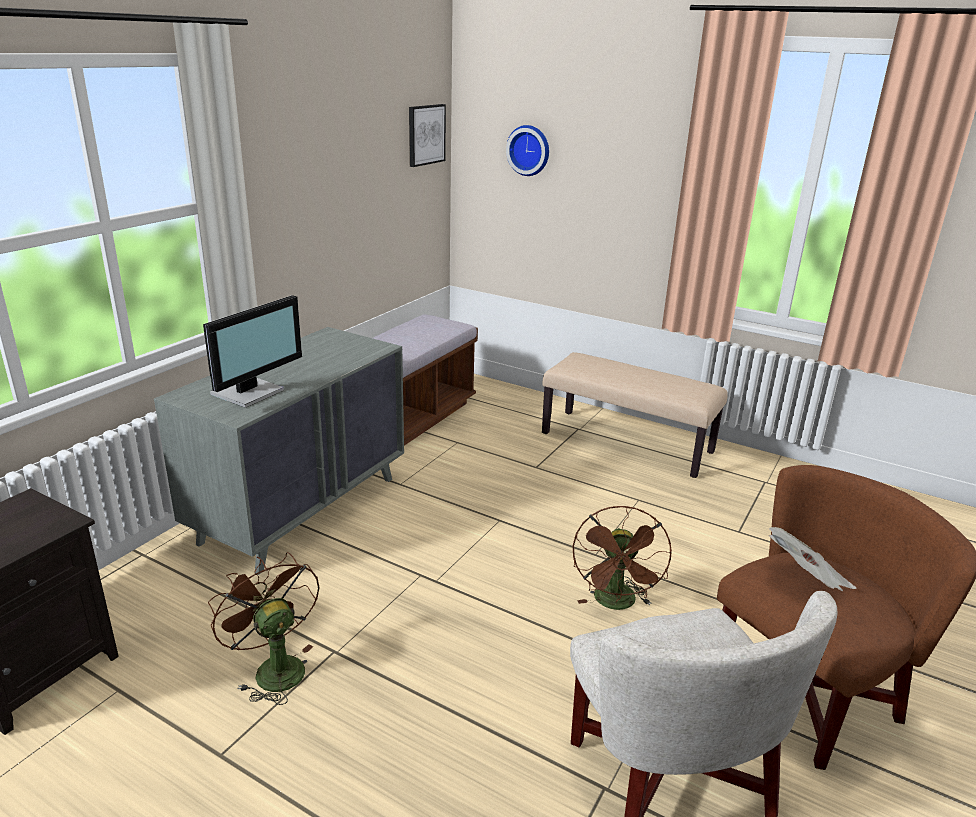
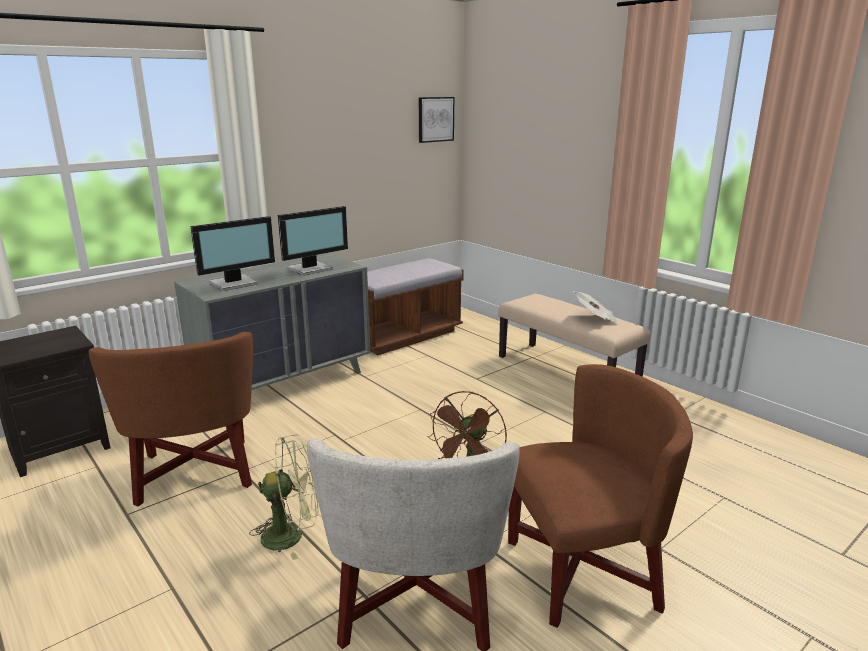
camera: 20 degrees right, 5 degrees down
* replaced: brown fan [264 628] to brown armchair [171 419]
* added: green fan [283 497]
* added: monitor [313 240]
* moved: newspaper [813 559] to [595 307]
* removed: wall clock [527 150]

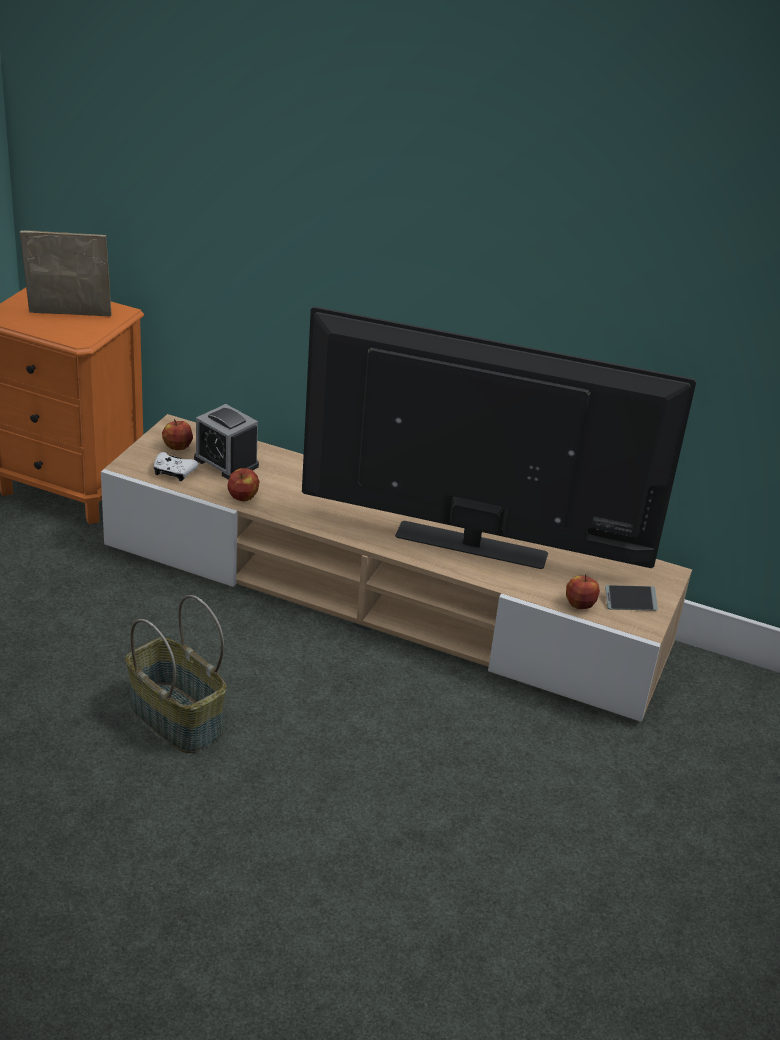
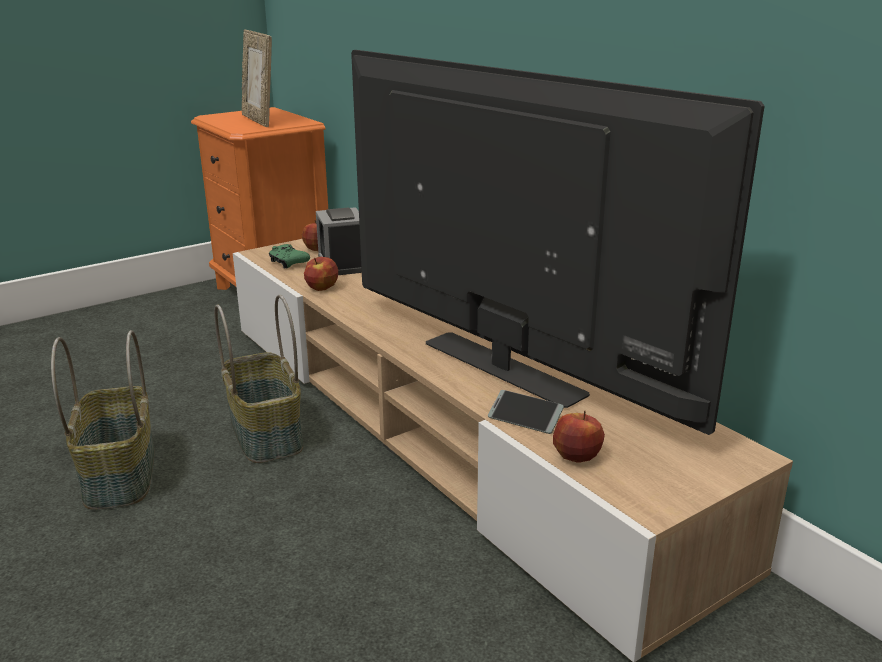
camera: 35 degrees right, 10 degrees down
* added: basket [258 379]
* turned: picture frame [66 273] = [257 78] 150 degrees counterclockwise
* recoloured: white game controller [176 466] to green game controller [289 256]
* moved: phone [631 598] to [526 412]

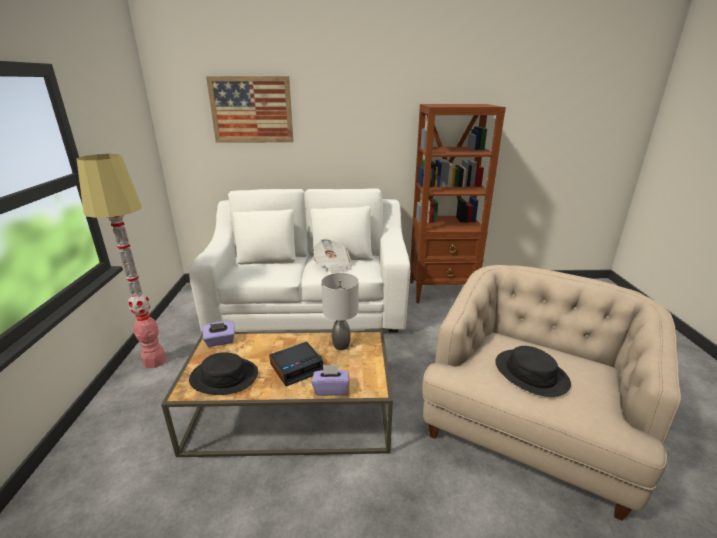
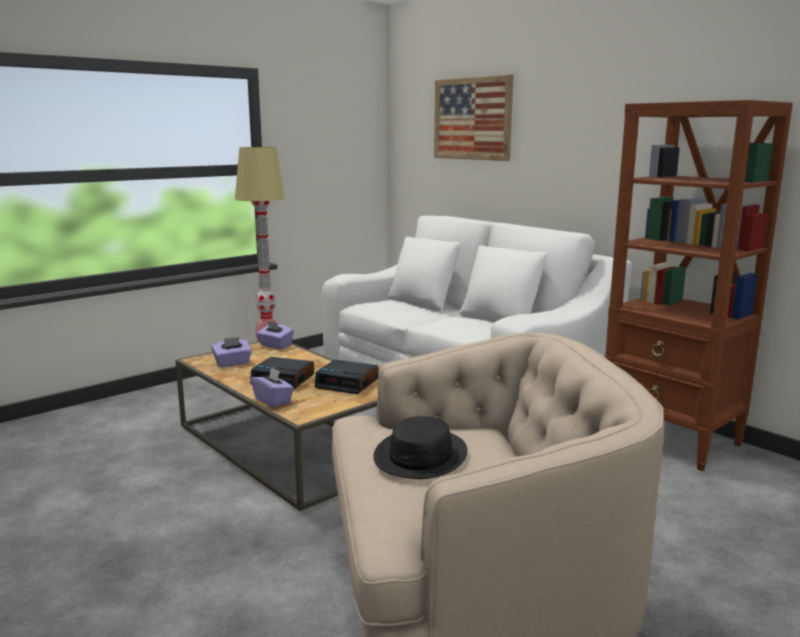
camera: 50 degrees right, 10 degrees down
* replaced: black hat [223 373] to purple tissue box [231 352]
* replaced: grey table lamp [340 311] to alarm clock [346 377]
* removed: newspaper [332 256]

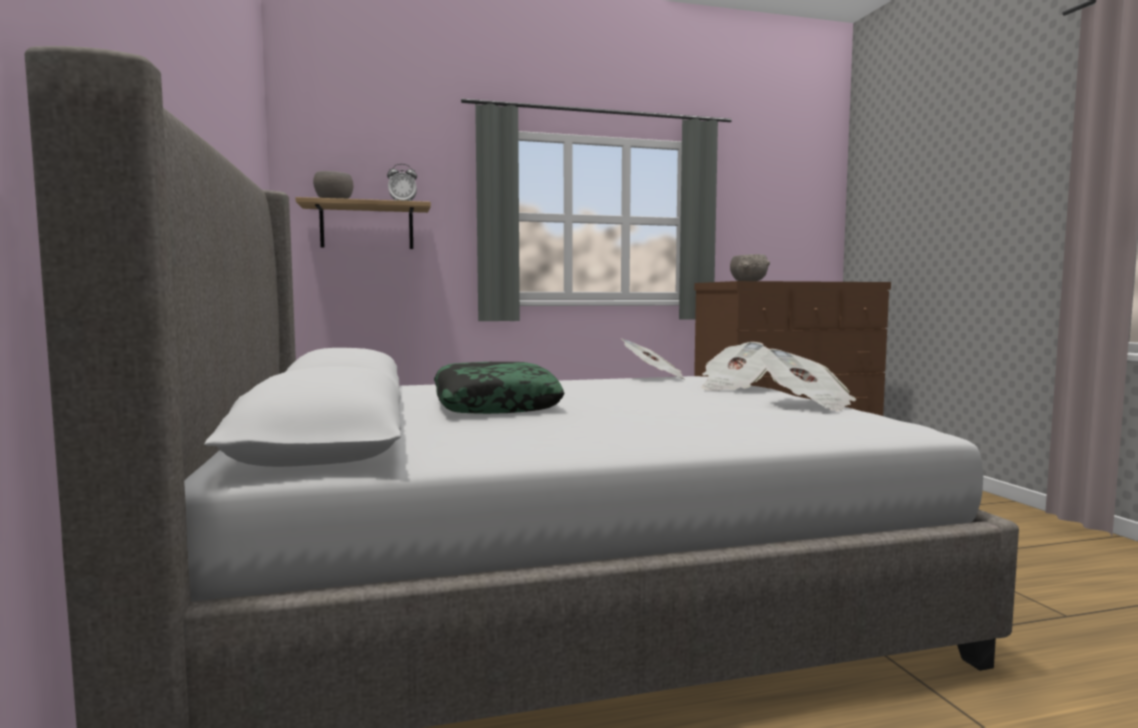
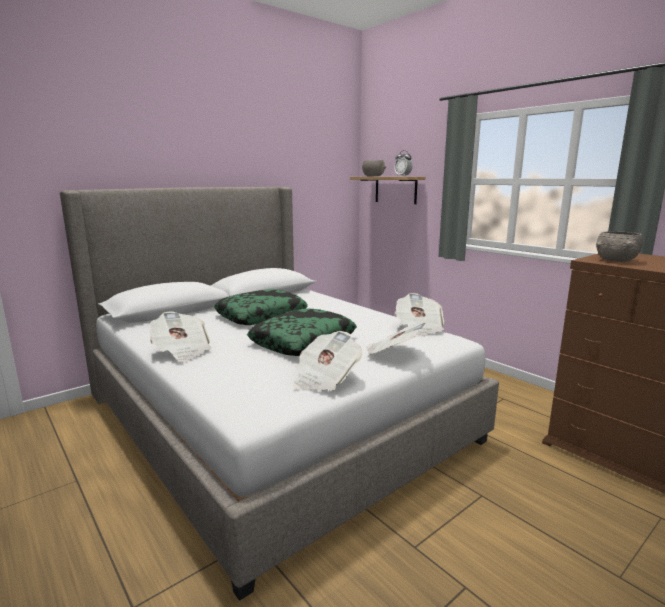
camera: 65 degrees right, 10 degrees up
* added: newspaper [180 336]
* added: pillow [302 332]

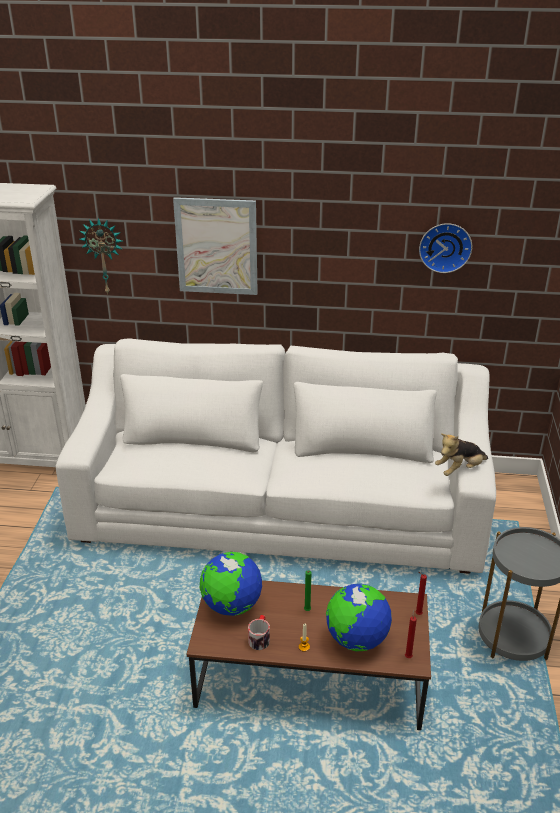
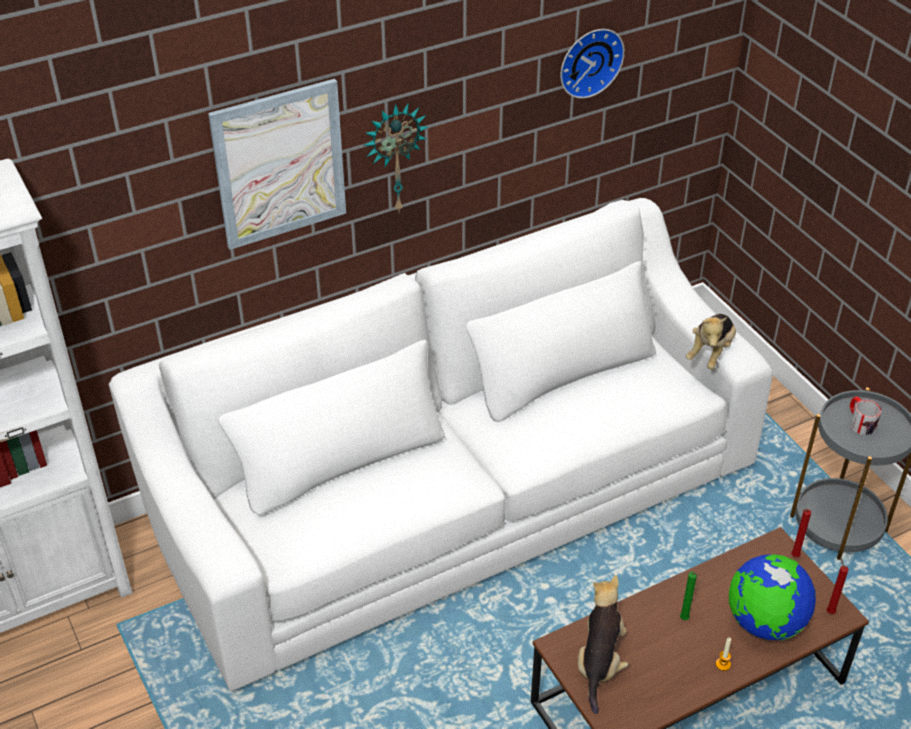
camera: 35 degrees left, 10 degrees up
* moved: wall clock [100 256] to [396 157]
* replaced: globe [231 584] to plush toy [603 644]
* moved: mug [259 632] to [866 415]

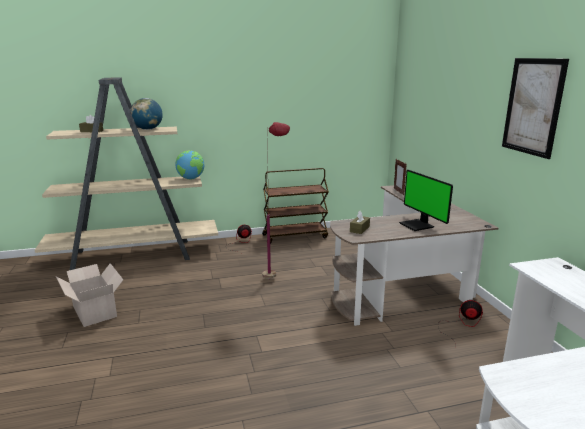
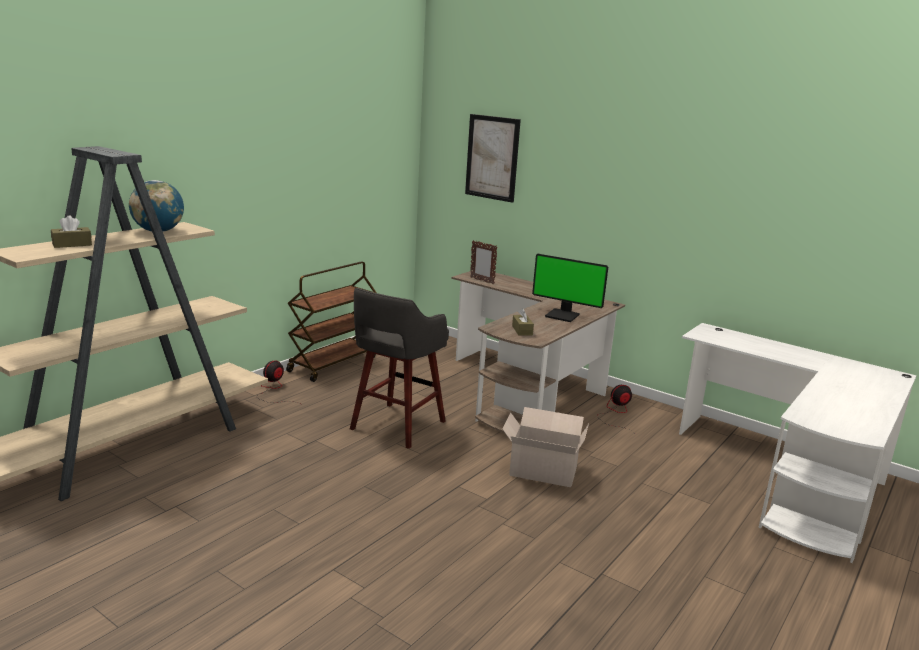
camera: 40 degrees left, 0 degrees up
* replaced: red floor lamp [276 200] to grey stool [399 368]
* moved: picture [535 108] to [493 158]
* moved: cardboard box [89 295] to [545 447]
* removed: globe [189 164]

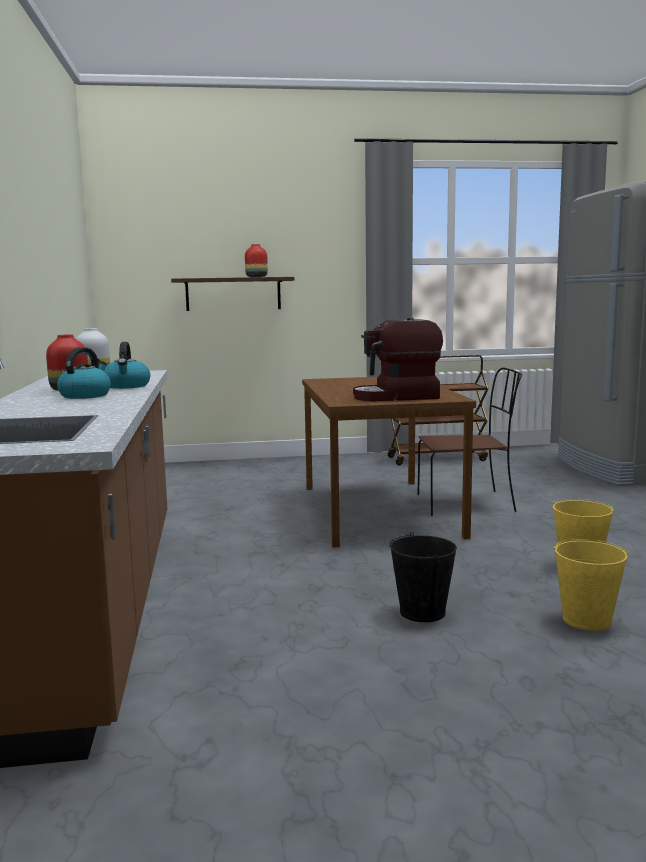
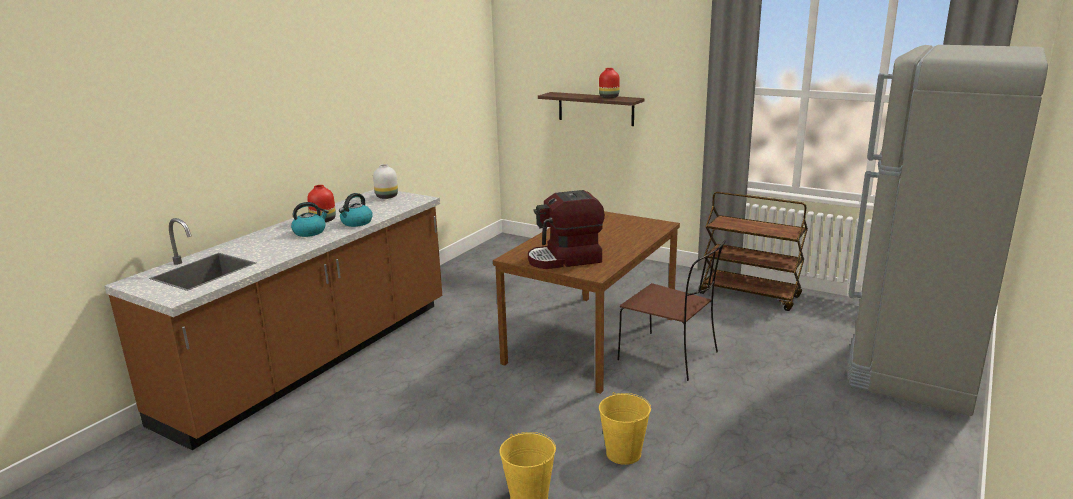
camera: 40 degrees right, 10 degrees up
* turned: coffee machine [398 360] = [566 229] 45 degrees counterclockwise
* removed: black bucket [423 577]

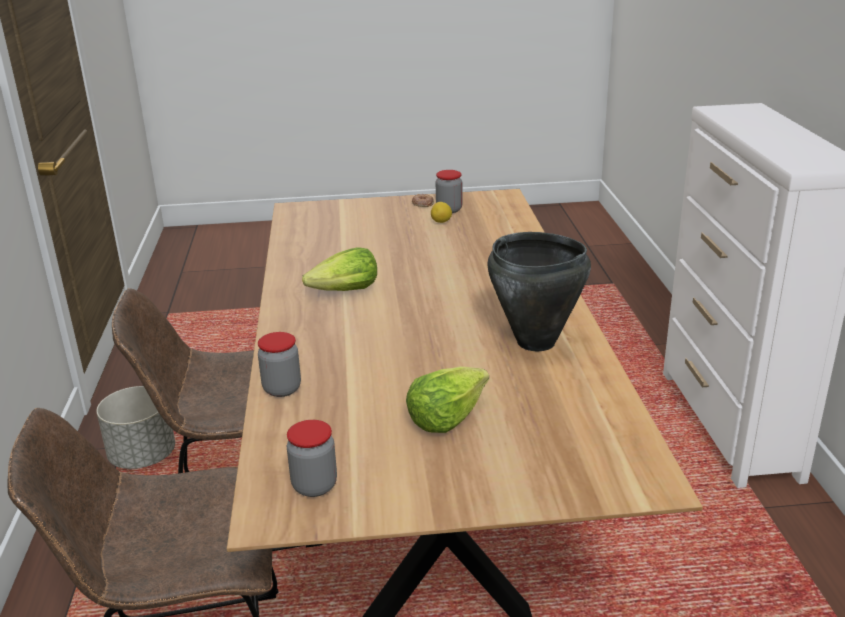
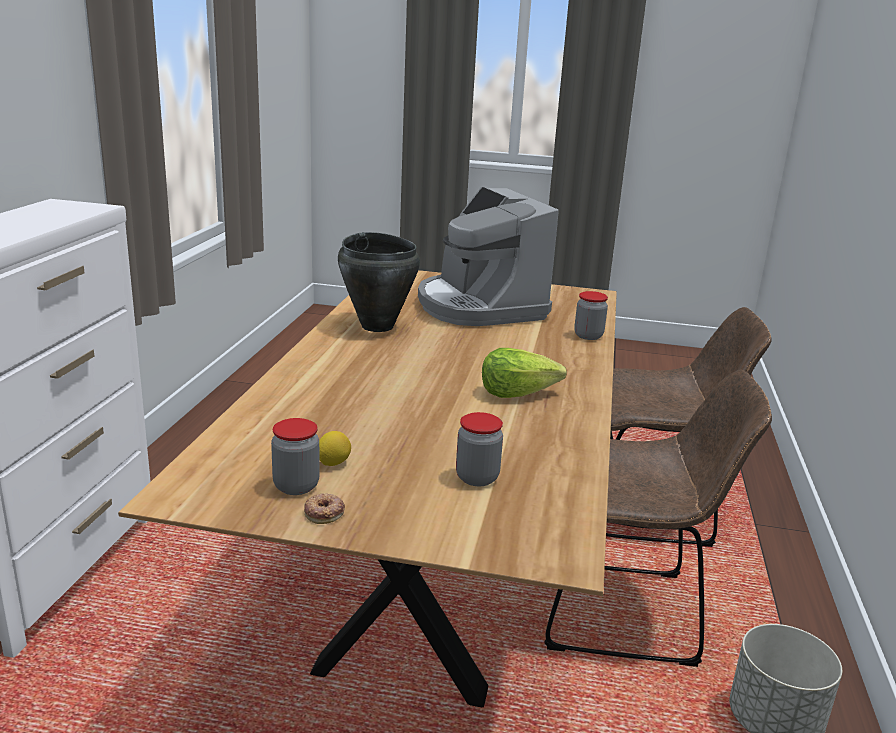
camera: 165 degrees left, 5 degrees down
* replaced: lettuce [447 399] to coffee machine [488 256]
* moved: jar [312 458] to [479 449]

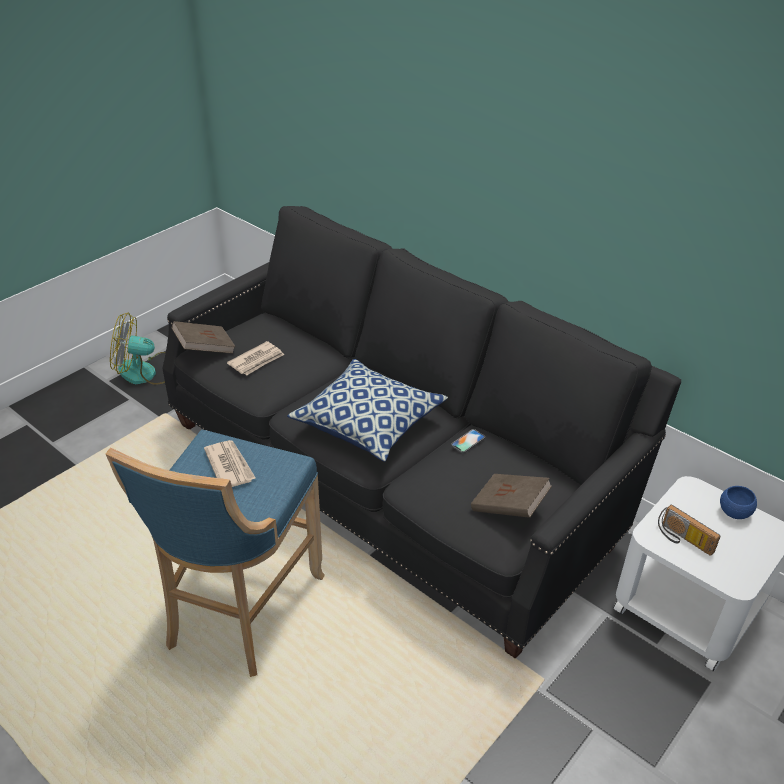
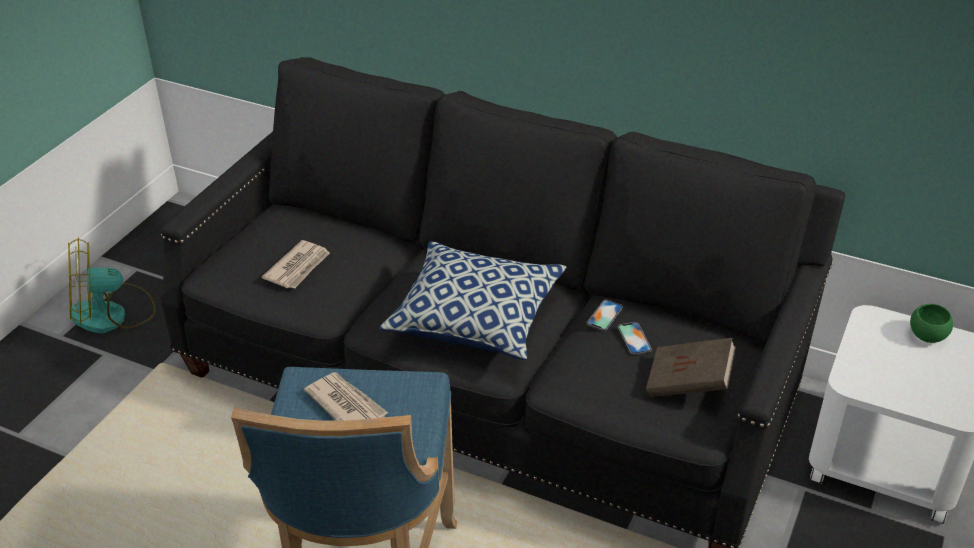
camera: 15 degrees left, 0 degrees up
* added: phone [635 338]
* recoloured: blue bowl [738 502] to green bowl [931 323]
* removed: brown book [204 337]
* removed: radio [689 530]

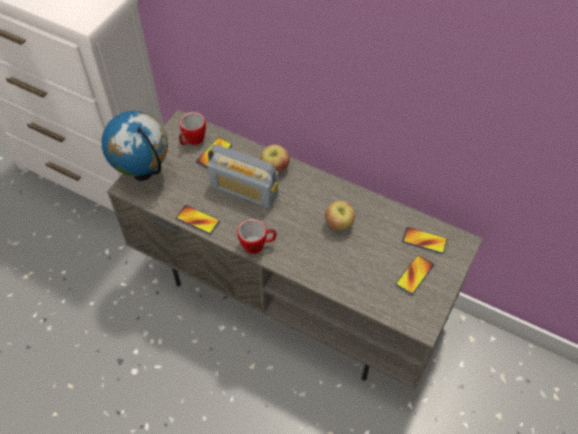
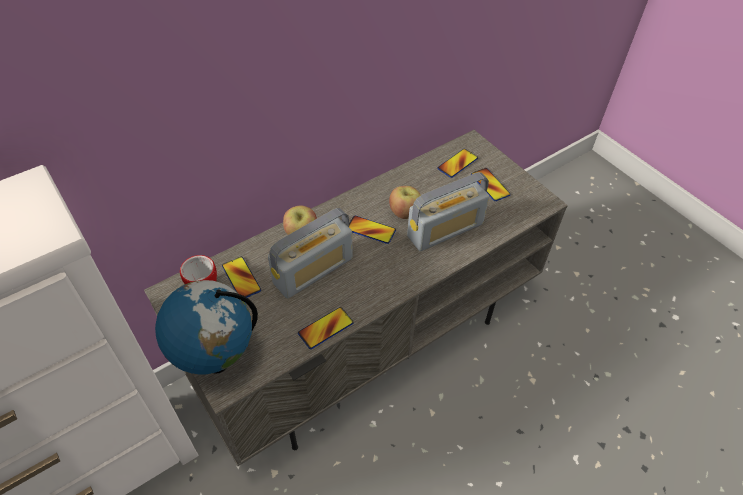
camera: 65 degrees left, 5 degrees down
* added: phone [372 230]
* added: radio [448 211]
* removed: mug [257 236]

